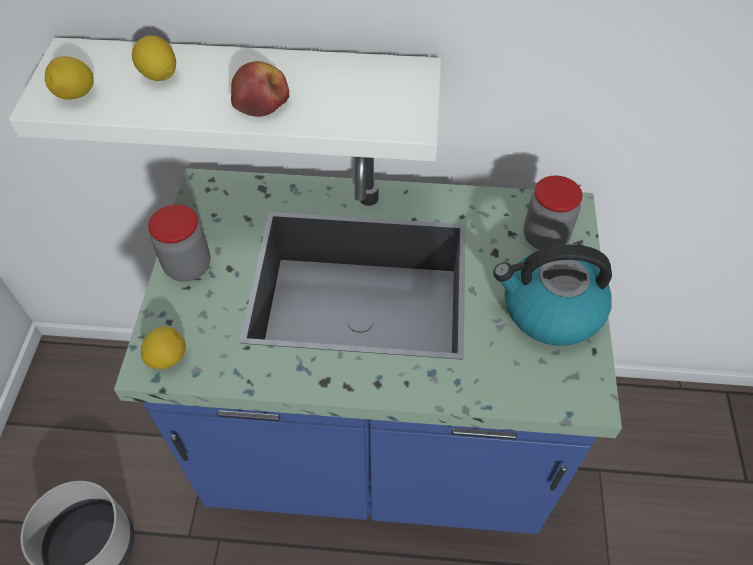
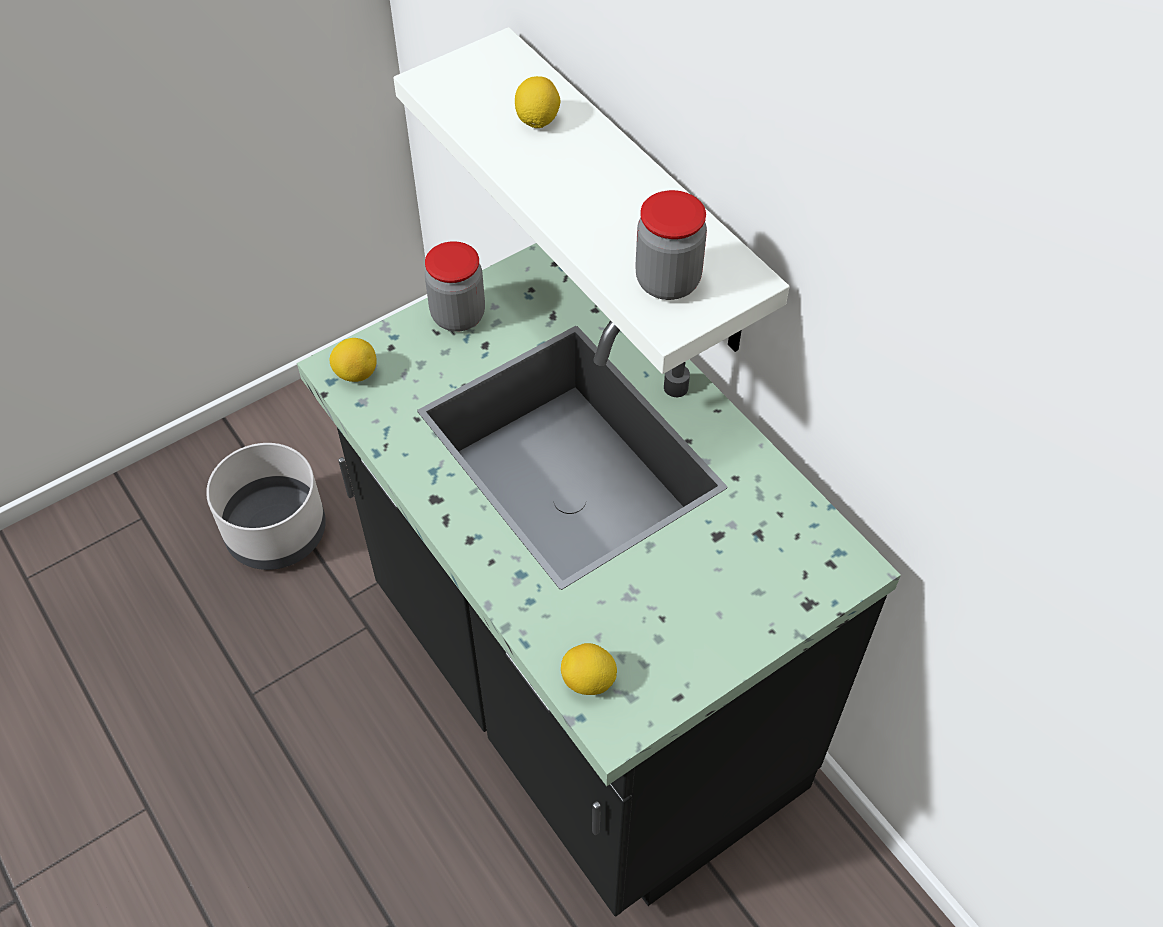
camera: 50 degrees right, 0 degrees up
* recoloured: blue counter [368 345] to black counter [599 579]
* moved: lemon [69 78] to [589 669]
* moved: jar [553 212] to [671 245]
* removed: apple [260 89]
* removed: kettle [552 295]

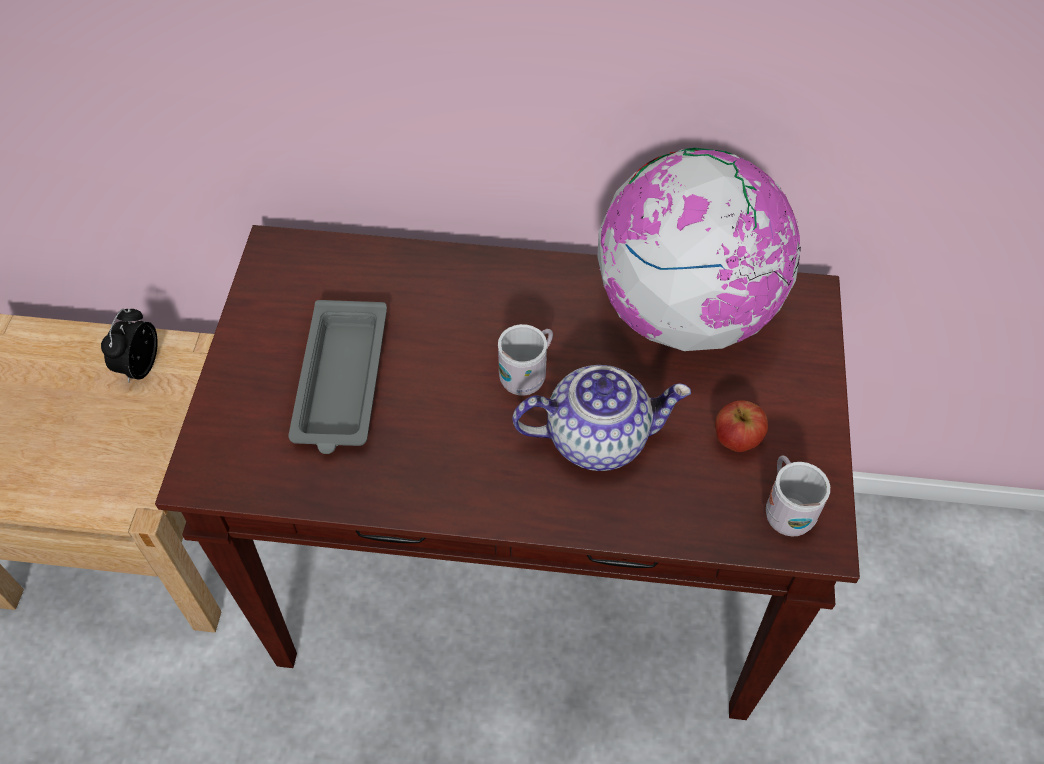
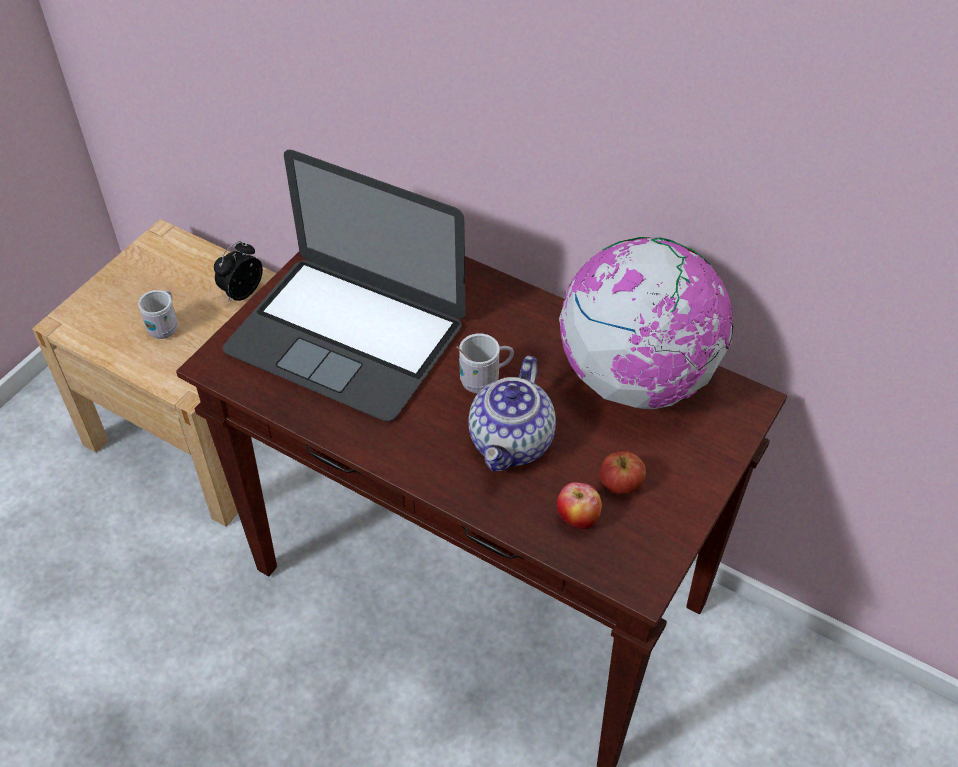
camera: 25 degrees right, 5 degrees down
* moved: white mug [798 495] to [158 314]
* replaced: grey tray [337 377] to laptop [343 286]
* turned: teapot [601 418] = [512 413] 90 degrees clockwise
* added: apple [579 505]

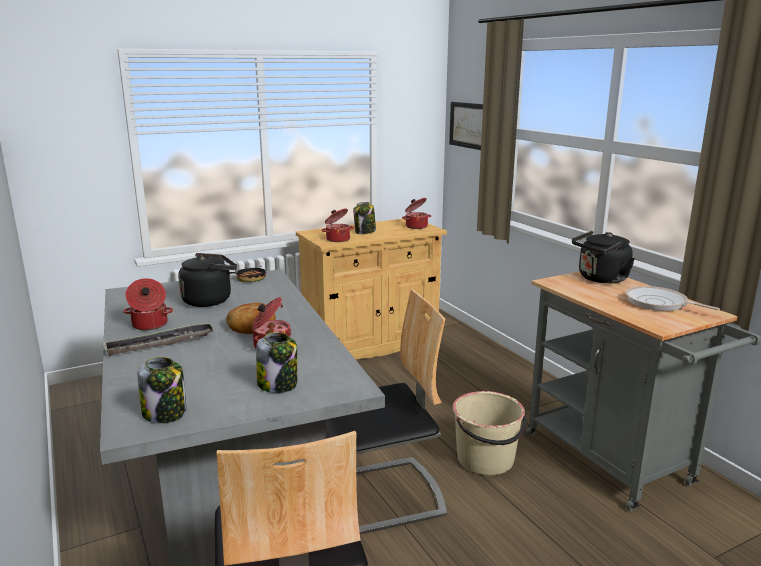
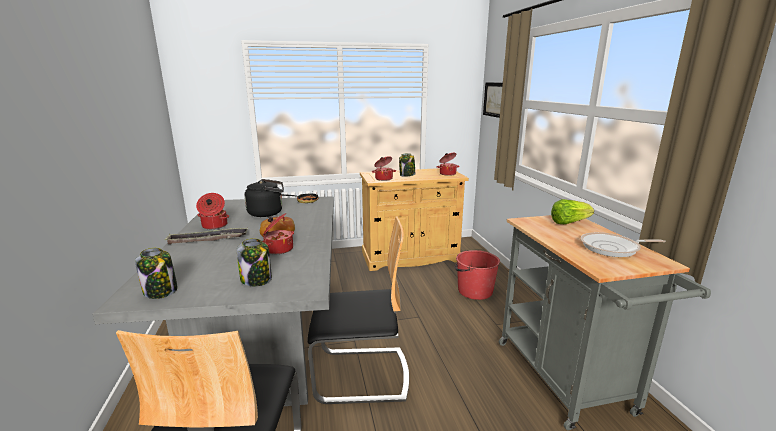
camera: 15 degrees right, 0 degrees up
* added: red bucket [477 275]
* replaced: black kettle [603 257] to lettuce [572 211]
* turned: frying pan [672 298] = [623 244] 60 degrees counterclockwise
* removed: beige bucket [490 433]

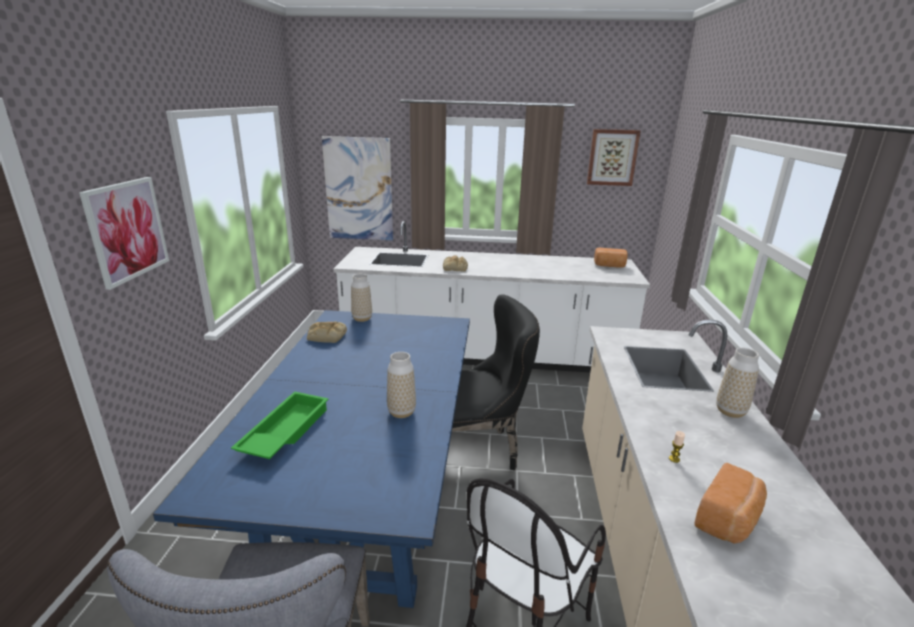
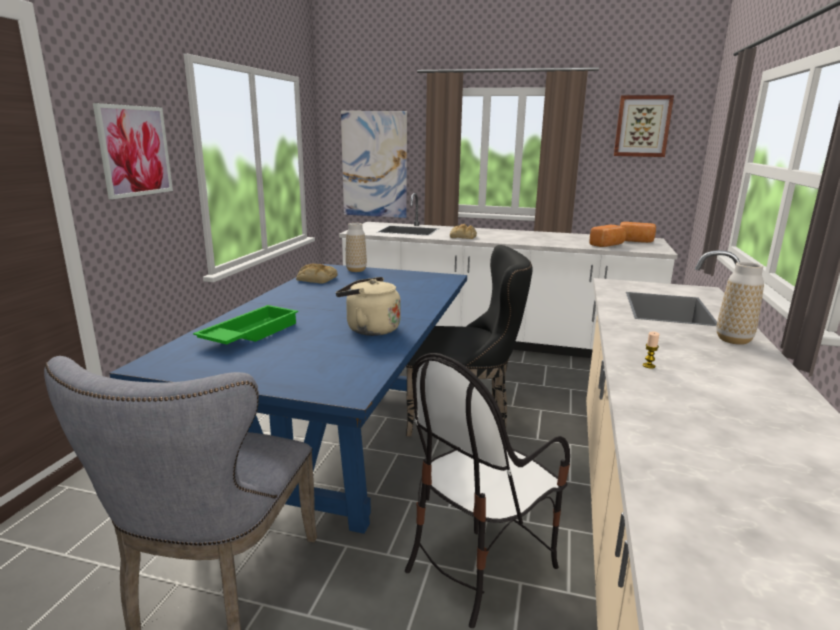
camera: 10 degrees right, 5 degrees down
* replaced: vase [401 385] to beige kettle [368 306]
* moved: bread [731 503] to [607 236]

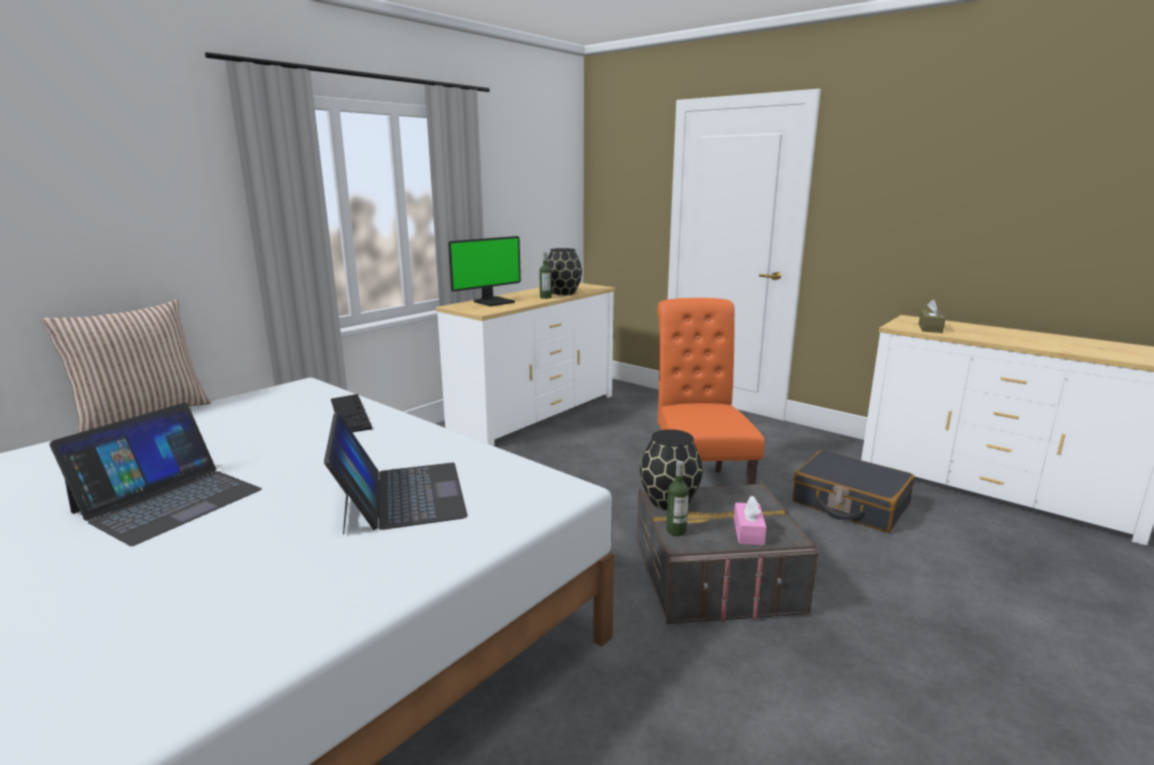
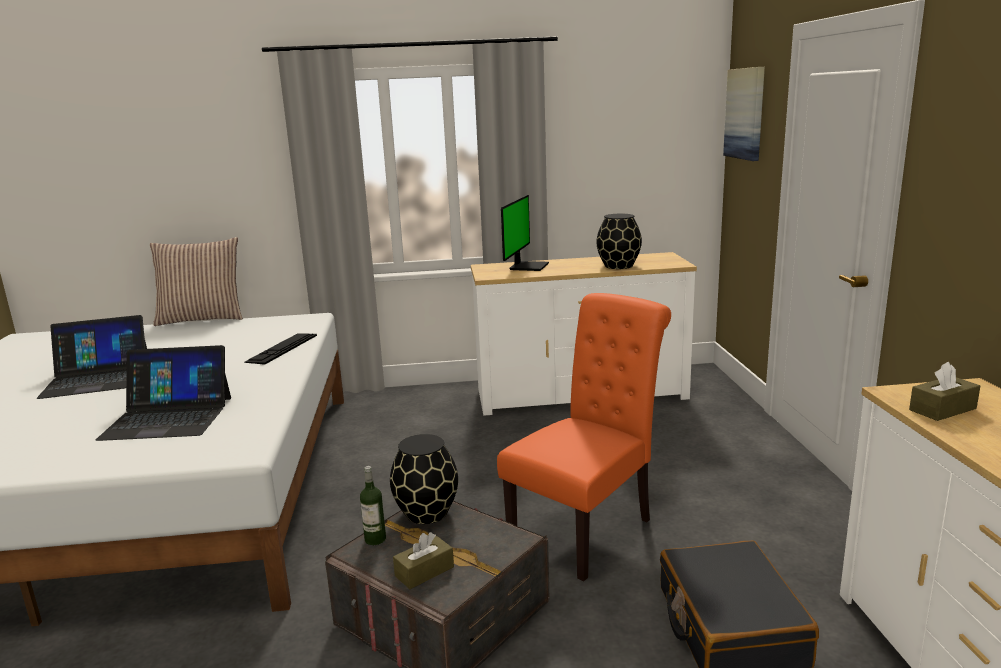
camera: 45 degrees right, 0 degrees up
* turned: laptop [396 473] = [163 393] 60 degrees clockwise
* recoloured: pink tissue box [750 520] to brown tissue box [423 560]
* turned: monitor [484 271] = [525 233] 75 degrees counterclockwise
* added: picture [744 114]
* removed: bottle [545 275]

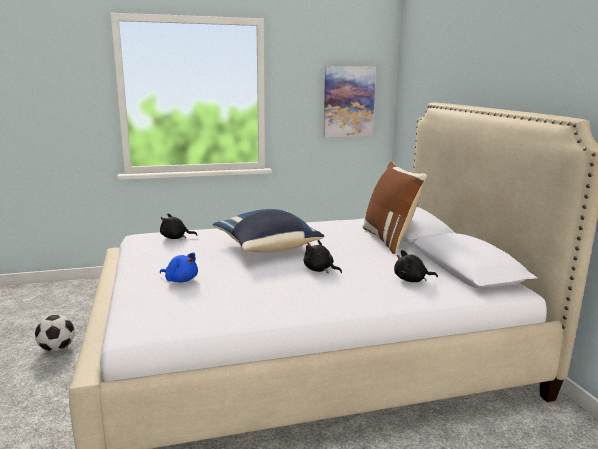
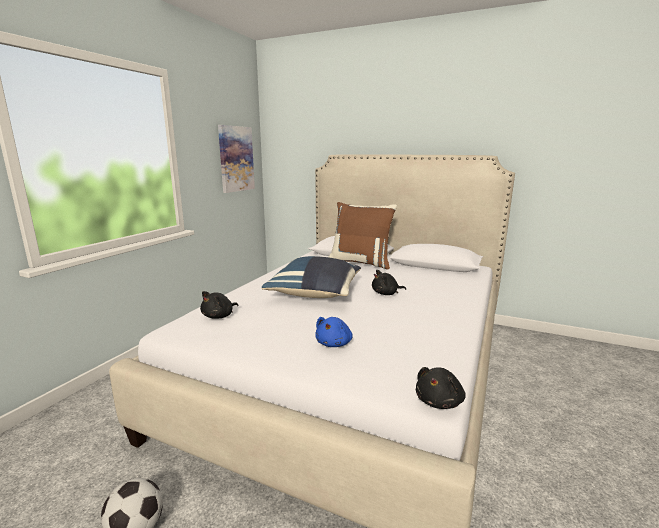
camera: 50 degrees left, 0 degrees up
* turned: blue plush toy [179 268] = [334 332] 135 degrees clockwise
* moved: black plush toy [416 266] to [441 388]

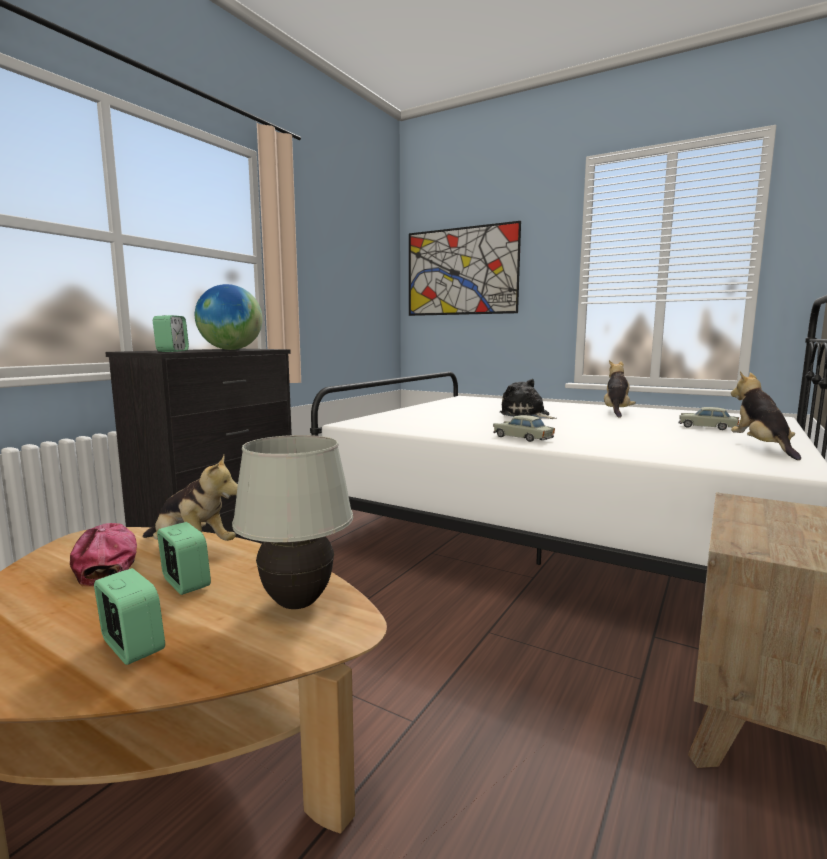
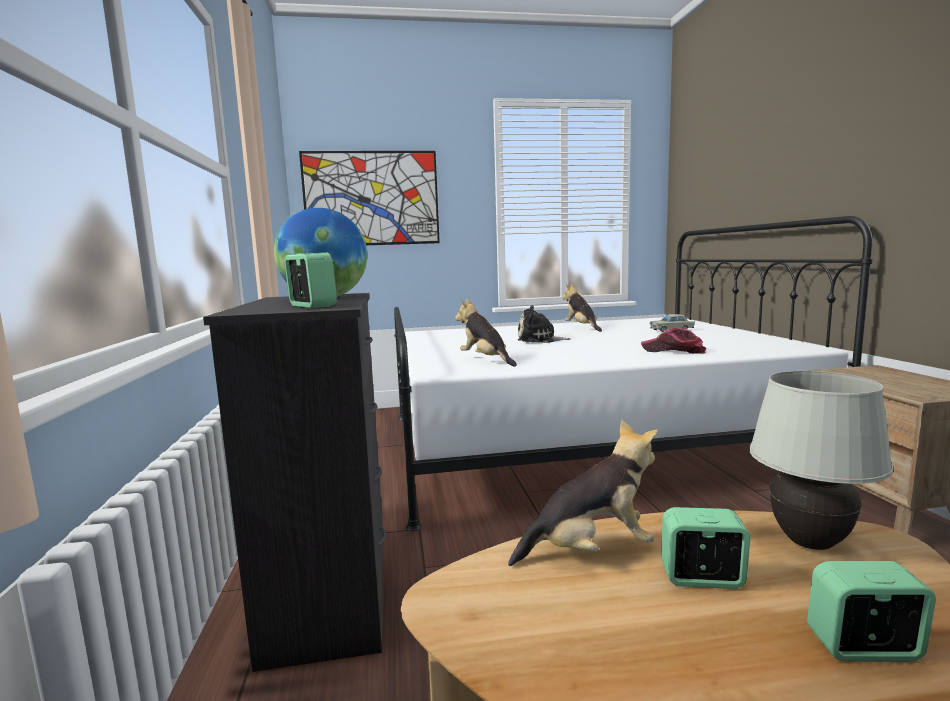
camera: 40 degrees left, 0 degrees up
* moved: plush toy [766 415] to [486 333]
* moved: cap [103 555] to [673 341]
* removed: beige toy car [524 428]

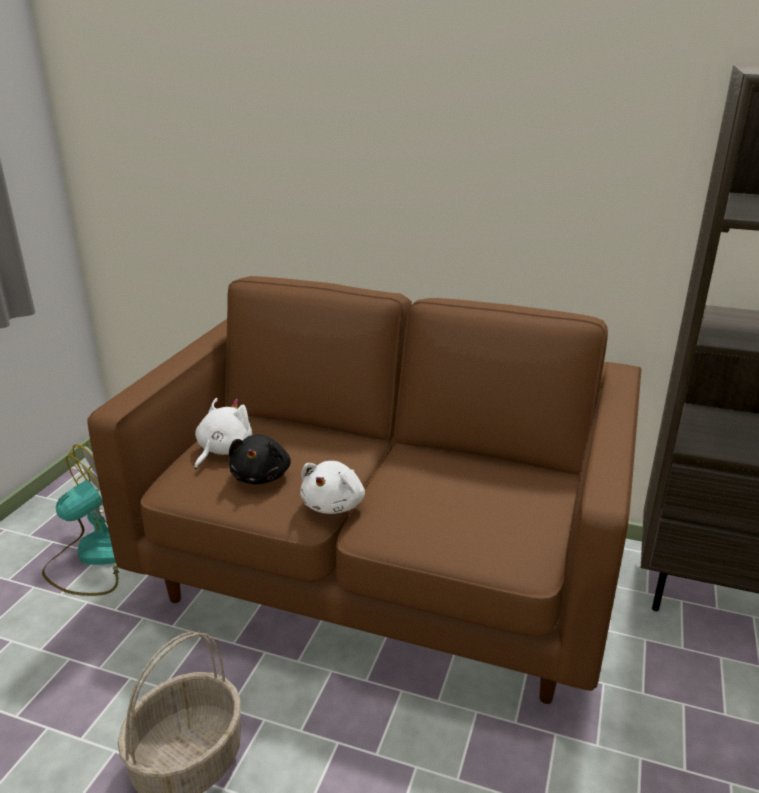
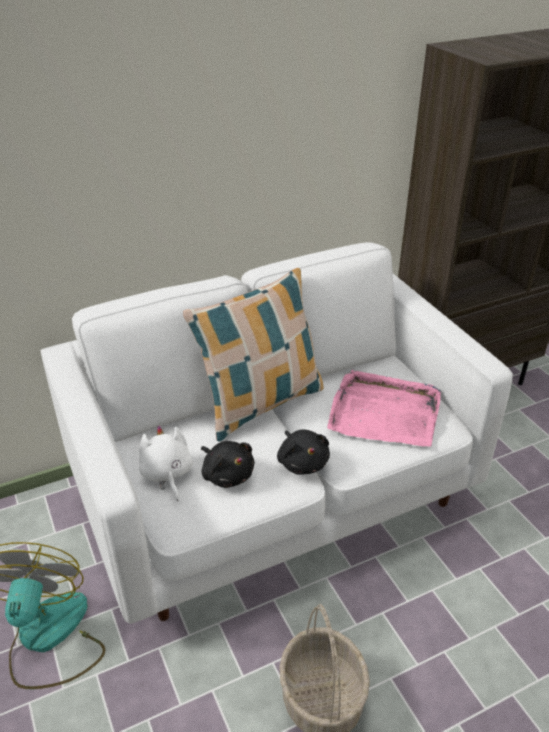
camera: 45 degrees left, 10 degrees up
* recoloured: brown sofa [364 490] to white sofa [276 433]
* added: pillow [253 355]
* recoloured: white plush toy [332 487] to black plush toy [303 451]
* added: pink tray [384 408]

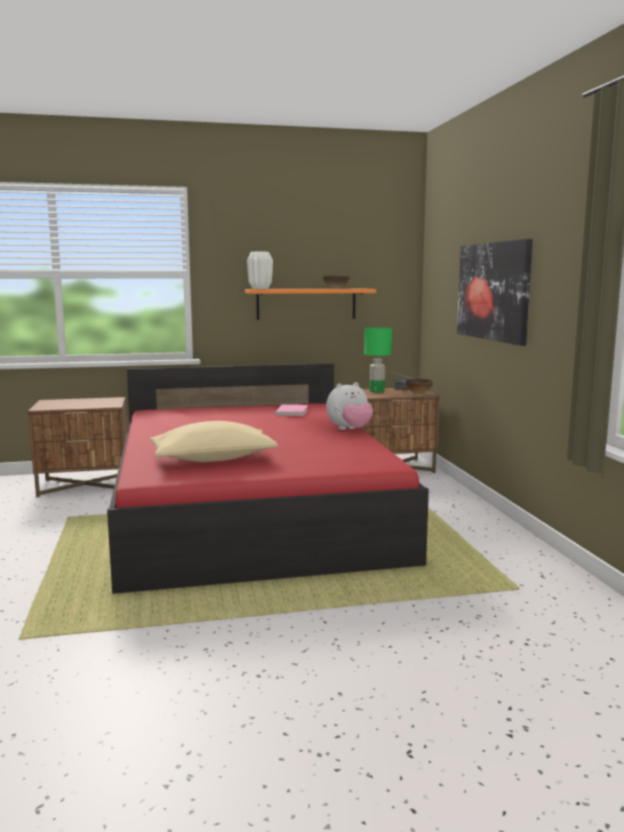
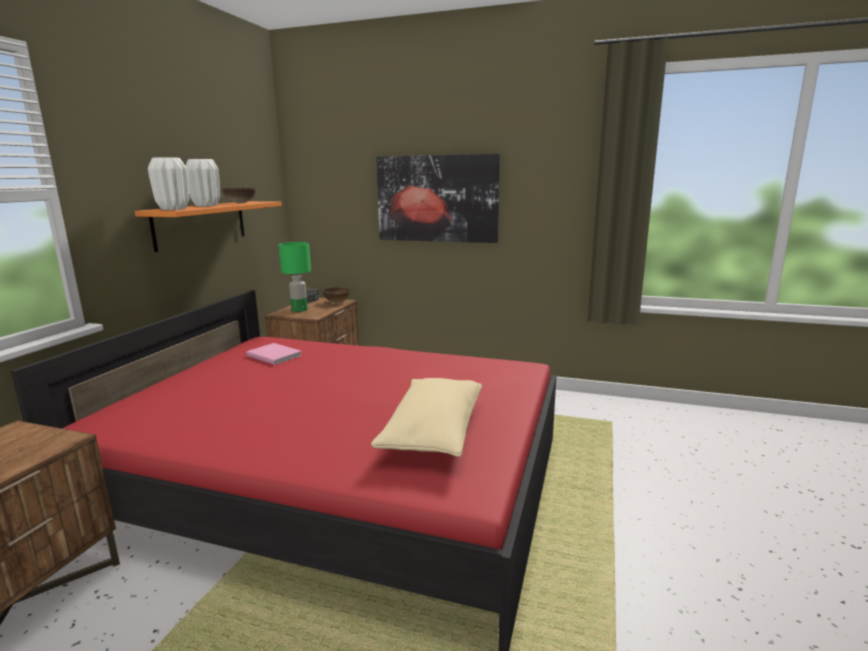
camera: 60 degrees left, 5 degrees up
* added: white vase [203 182]
* removed: plush toy [349 406]

